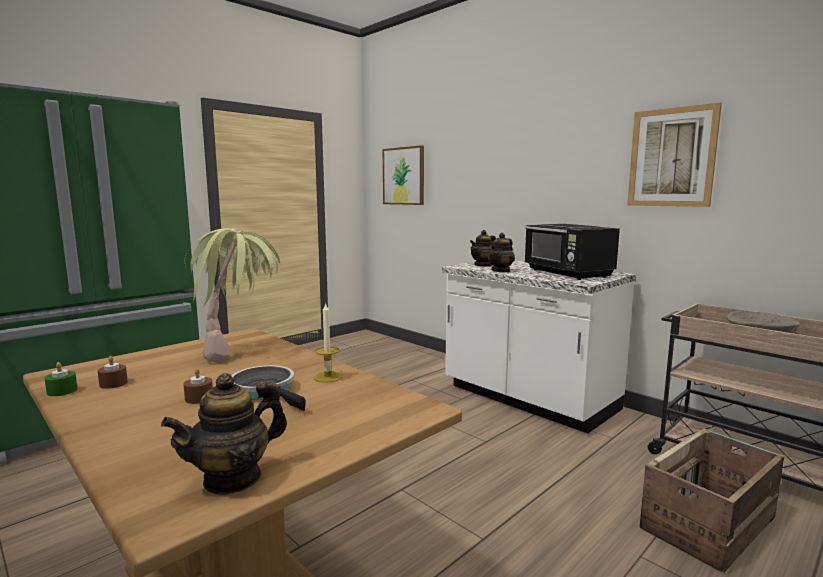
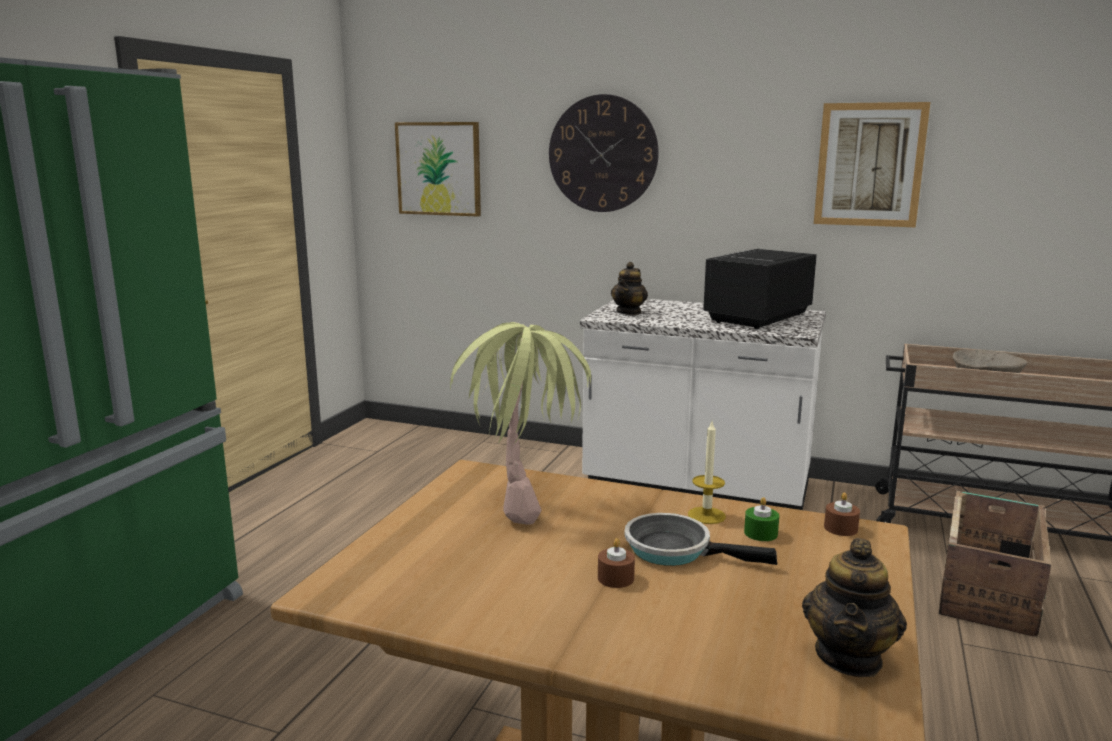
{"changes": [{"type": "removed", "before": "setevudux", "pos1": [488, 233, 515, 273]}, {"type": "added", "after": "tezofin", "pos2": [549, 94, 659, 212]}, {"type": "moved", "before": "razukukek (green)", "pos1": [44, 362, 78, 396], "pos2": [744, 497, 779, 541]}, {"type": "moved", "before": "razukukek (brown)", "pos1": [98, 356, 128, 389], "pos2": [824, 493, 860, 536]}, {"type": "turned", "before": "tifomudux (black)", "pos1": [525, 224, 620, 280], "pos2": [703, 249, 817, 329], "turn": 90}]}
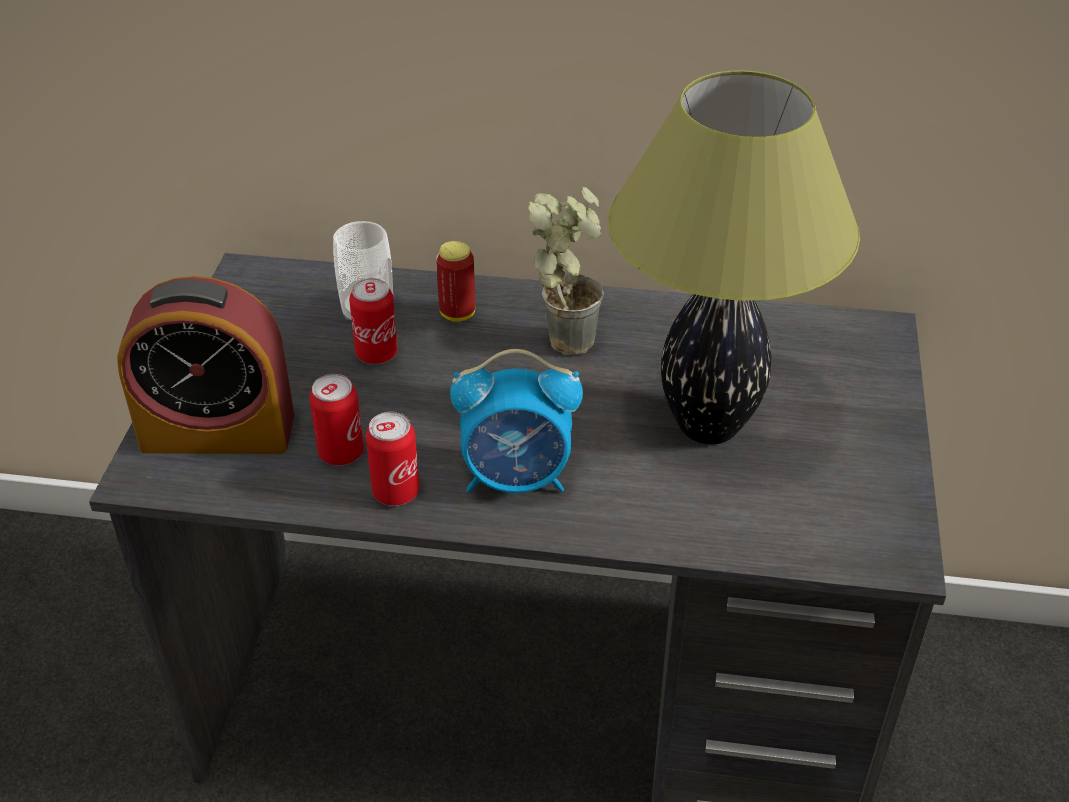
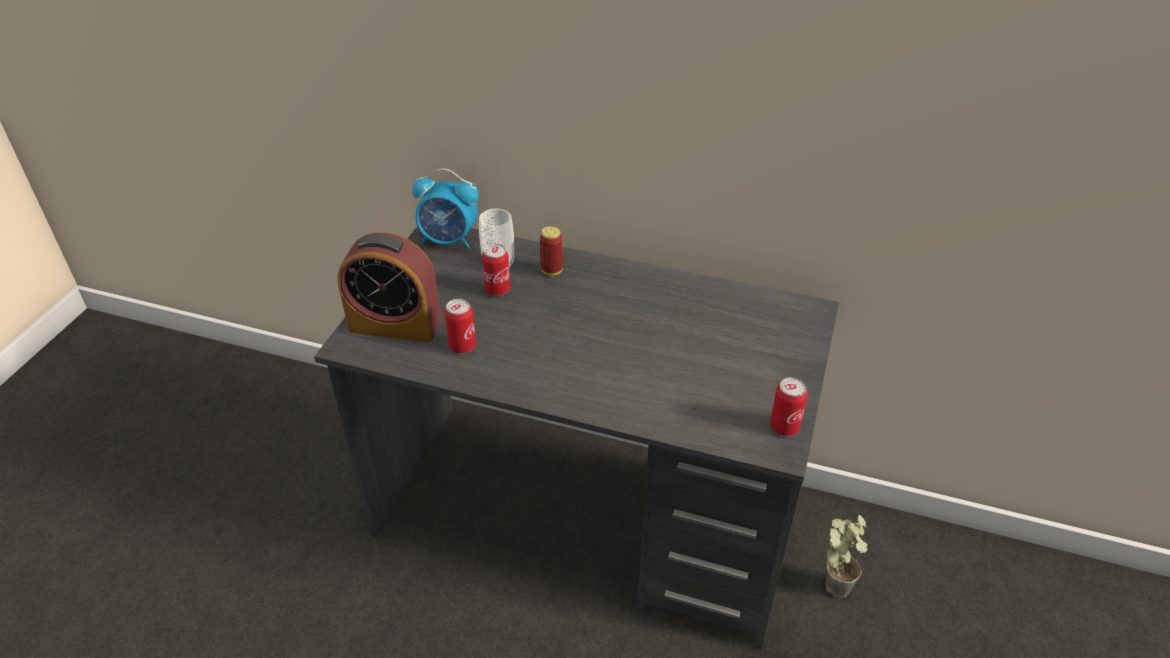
{"changes": [{"type": "removed", "before": "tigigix", "pos1": [608, 70, 860, 444]}, {"type": "moved", "before": "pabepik", "pos1": [366, 412, 420, 506], "pos2": [770, 377, 808, 436]}, {"type": "moved", "before": "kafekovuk", "pos1": [450, 349, 583, 493], "pos2": [412, 168, 479, 249]}, {"type": "moved", "before": "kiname", "pos1": [528, 187, 603, 355], "pos2": [826, 515, 868, 598]}]}
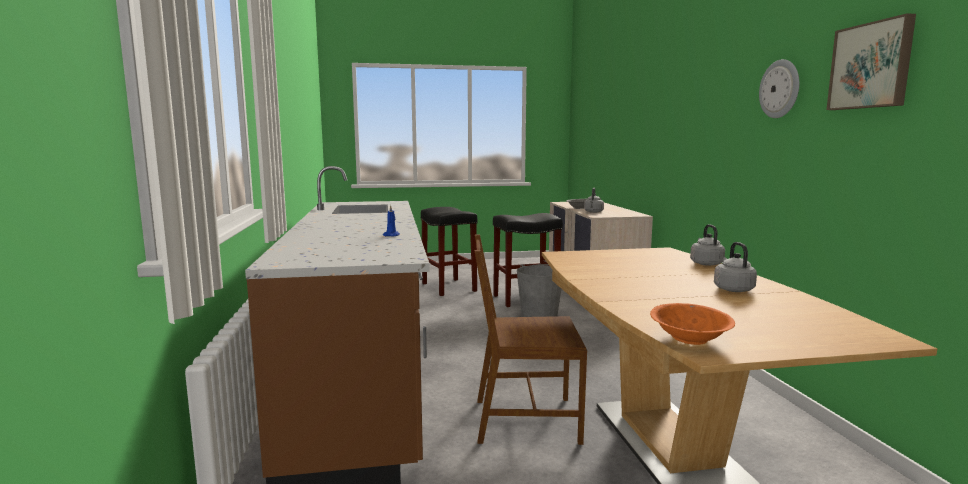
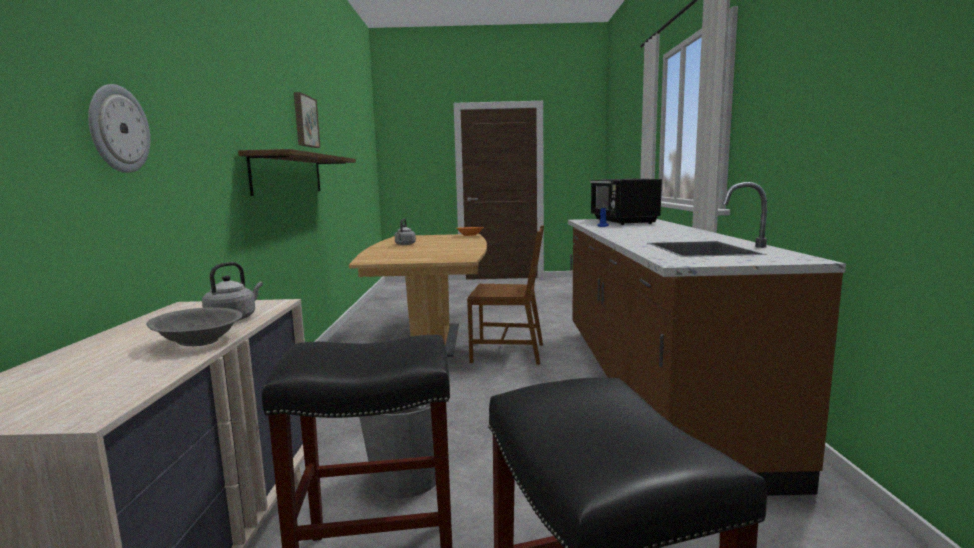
{"changes": [{"type": "removed", "before": "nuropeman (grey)", "pos1": [690, 224, 725, 266]}, {"type": "added", "after": "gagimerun", "pos2": [238, 149, 356, 196]}, {"type": "added", "after": "tifomudux (black)", "pos2": [590, 178, 662, 225]}, {"type": "moved", "before": "tezofin", "pos1": [759, 59, 799, 118], "pos2": [88, 84, 150, 173]}]}
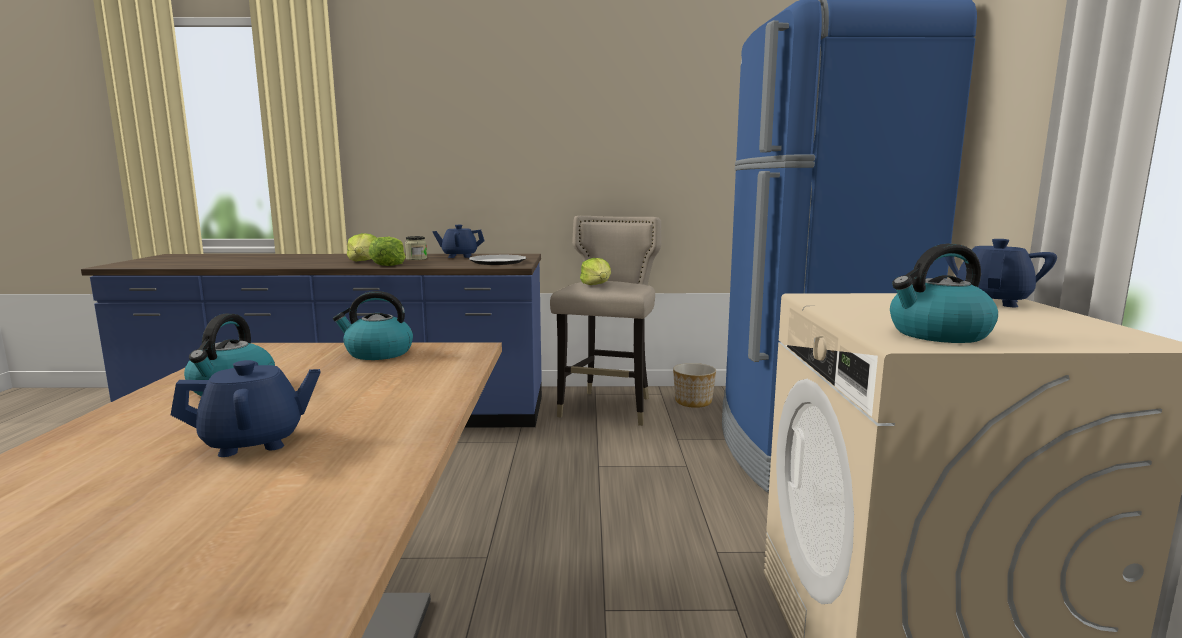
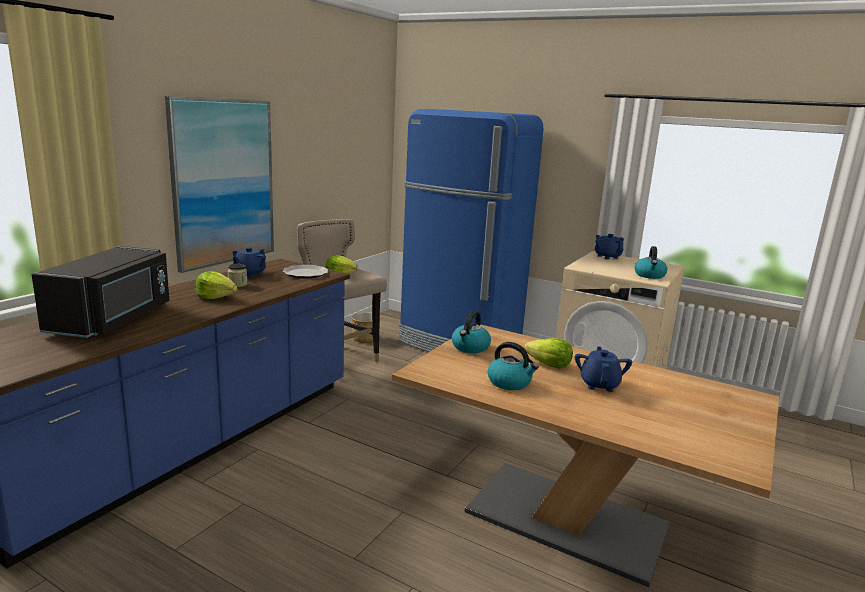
{"changes": [{"type": "added", "after": "tifomudux (black)", "pos2": [32, 246, 170, 338]}, {"type": "added", "after": "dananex", "pos2": [165, 96, 274, 273]}, {"type": "moved", "before": "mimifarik", "pos1": [369, 236, 406, 266], "pos2": [524, 338, 573, 369]}]}
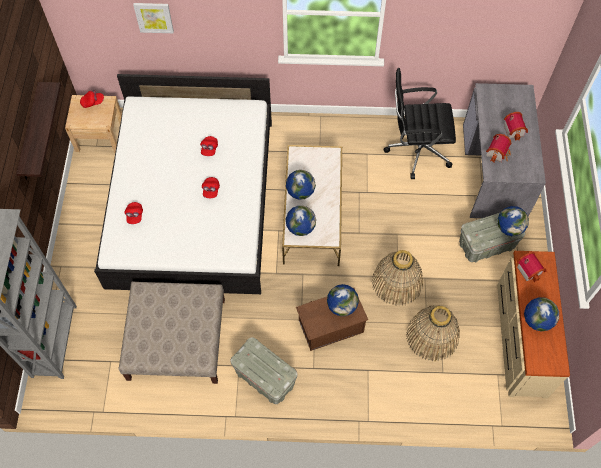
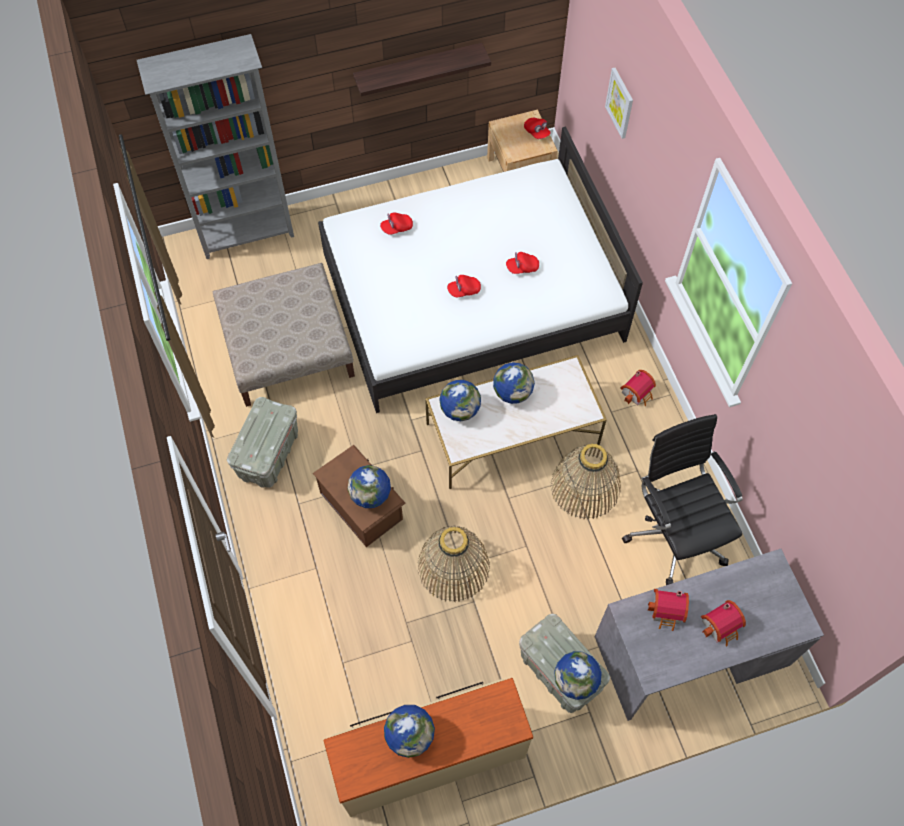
{"changes": [{"type": "moved", "before": "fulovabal", "pos1": [406, 305, 460, 361], "pos2": [551, 444, 621, 519]}, {"type": "moved", "before": "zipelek", "pos1": [517, 252, 546, 282], "pos2": [621, 370, 656, 406]}]}
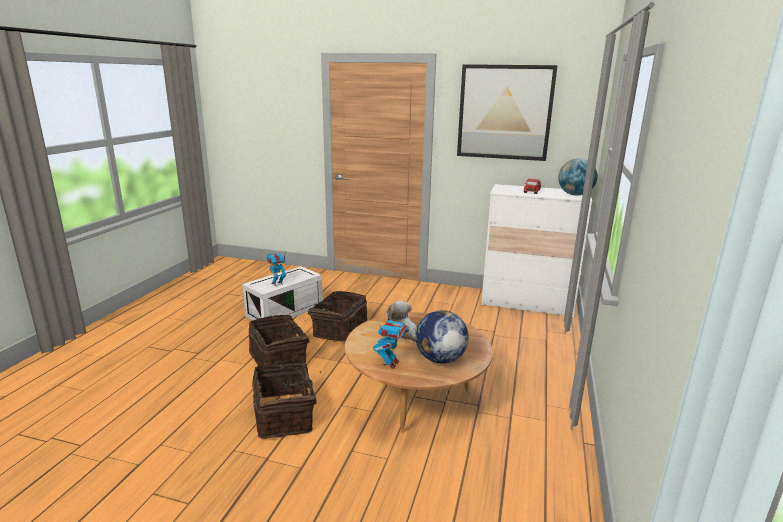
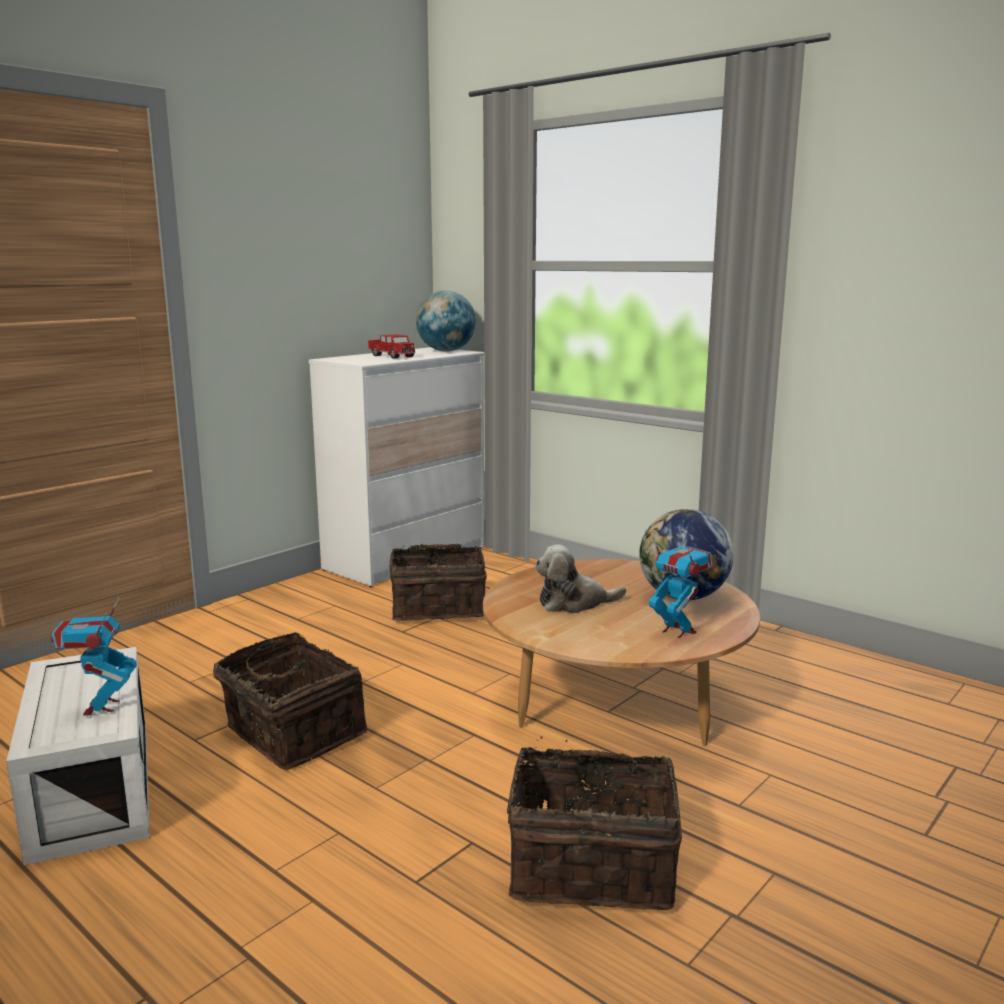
{"changes": [{"type": "removed", "before": "dananex", "pos1": [457, 64, 558, 161]}, {"type": "moved", "before": "fulovabal", "pos1": [249, 314, 310, 366], "pos2": [389, 544, 487, 621]}]}
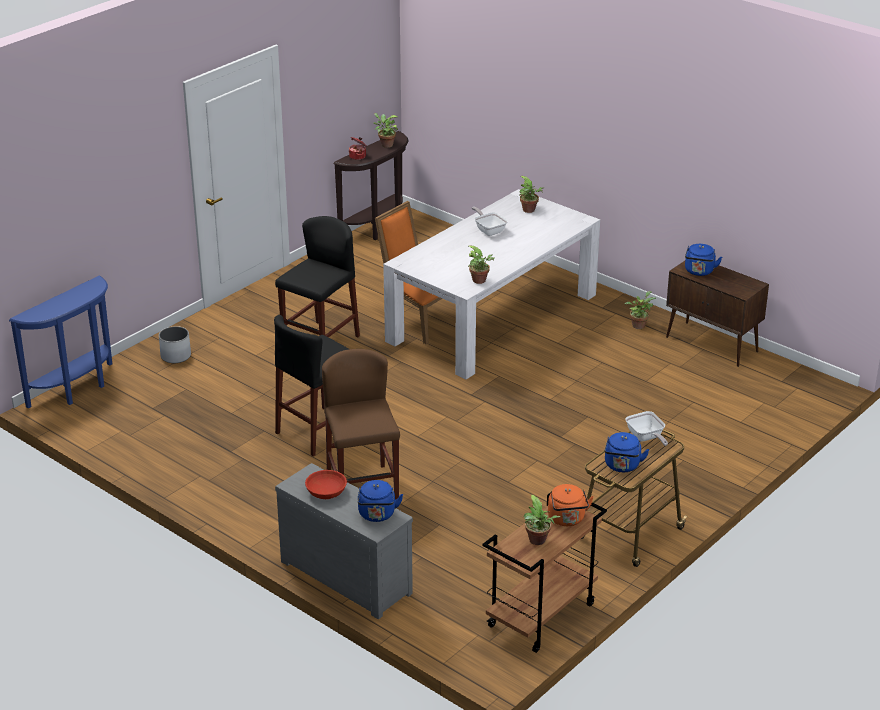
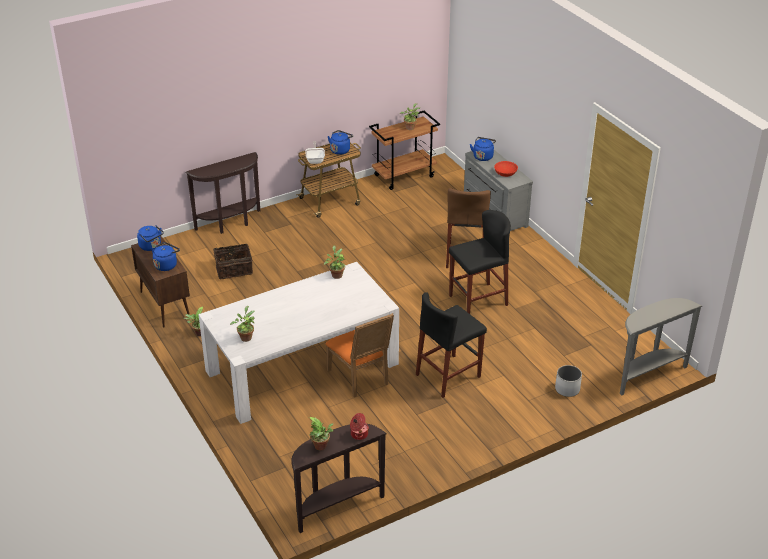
{"changes": [{"type": "removed", "before": "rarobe", "pos1": [472, 207, 508, 236]}, {"type": "removed", "before": "nuropeman (orange)", "pos1": [548, 484, 594, 526]}, {"type": "added", "after": "nuropeman (blue)", "pos2": [137, 226, 164, 251]}, {"type": "added", "after": "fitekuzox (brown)", "pos2": [186, 152, 260, 234]}, {"type": "added", "after": "fulovabal", "pos2": [213, 244, 253, 279]}, {"type": "recoloured", "before": "fitekuzox (blue)", "after": "fitekuzox (grey)", "pos1": [9, 276, 112, 409], "pos2": [620, 298, 702, 395]}]}
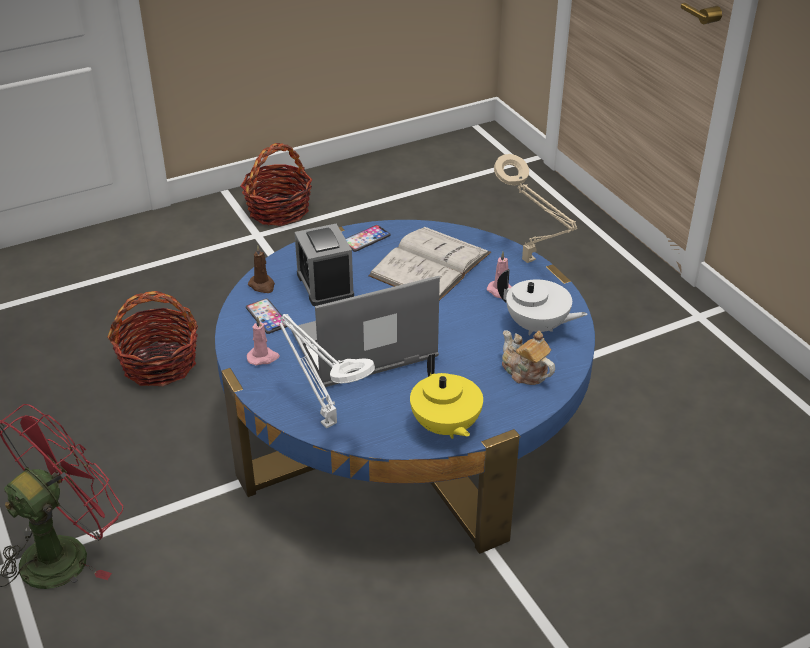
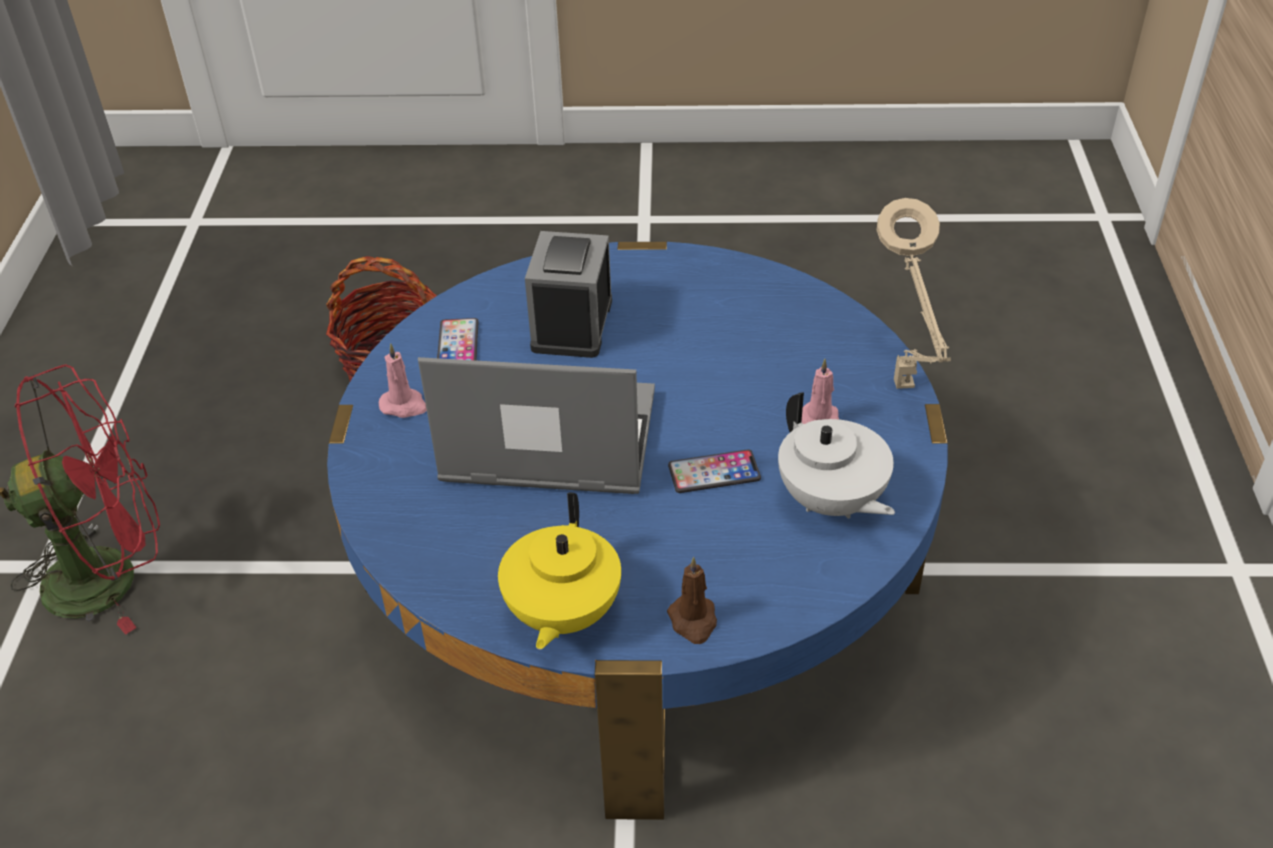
{"changes": [{"type": "removed", "before": "fulovabal", "pos1": [240, 143, 312, 226]}, {"type": "removed", "before": "tigigix (white)", "pos1": [279, 314, 375, 428]}, {"type": "removed", "before": "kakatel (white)", "pos1": [368, 227, 491, 301]}, {"type": "removed", "before": "setevudux", "pos1": [502, 331, 555, 385]}, {"type": "moved", "before": "razukukek (brown)", "pos1": [248, 245, 275, 293], "pos2": [667, 557, 717, 644]}, {"type": "moved", "before": "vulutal", "pos1": [346, 225, 391, 252], "pos2": [668, 449, 761, 493]}]}
